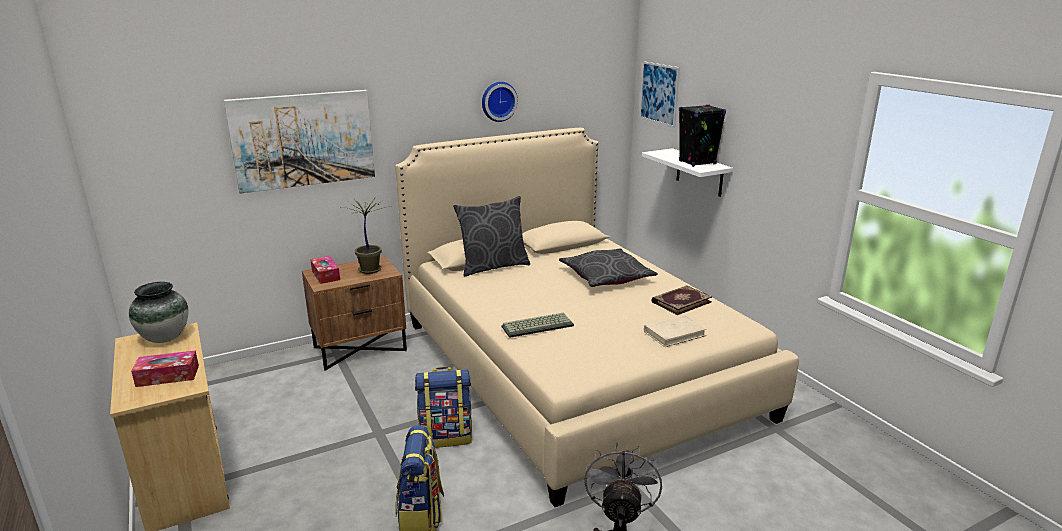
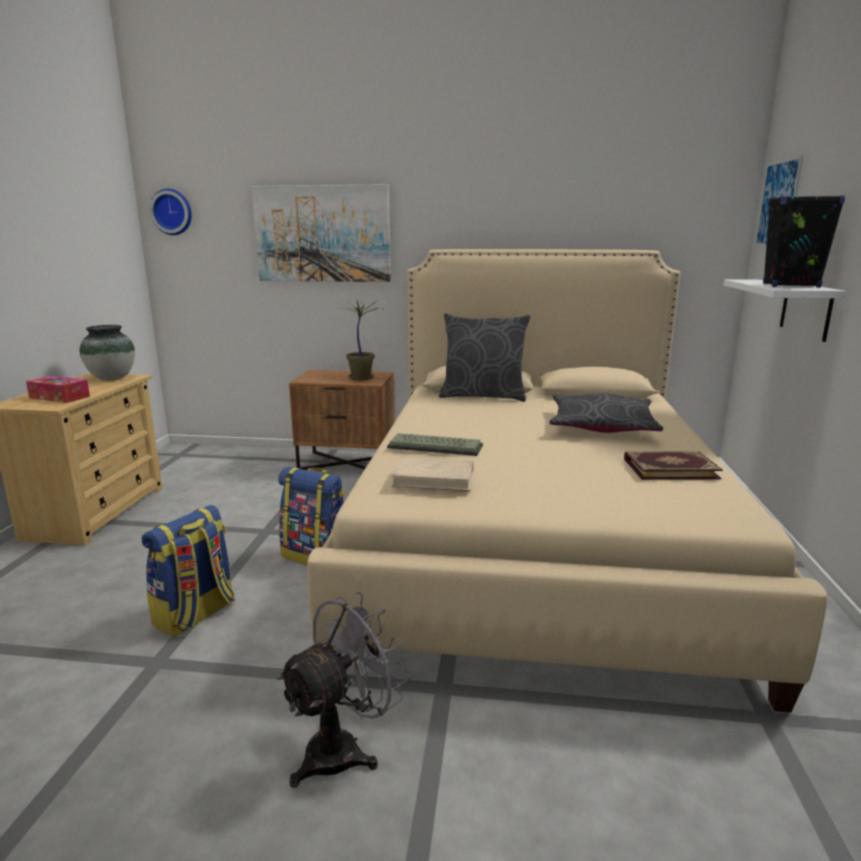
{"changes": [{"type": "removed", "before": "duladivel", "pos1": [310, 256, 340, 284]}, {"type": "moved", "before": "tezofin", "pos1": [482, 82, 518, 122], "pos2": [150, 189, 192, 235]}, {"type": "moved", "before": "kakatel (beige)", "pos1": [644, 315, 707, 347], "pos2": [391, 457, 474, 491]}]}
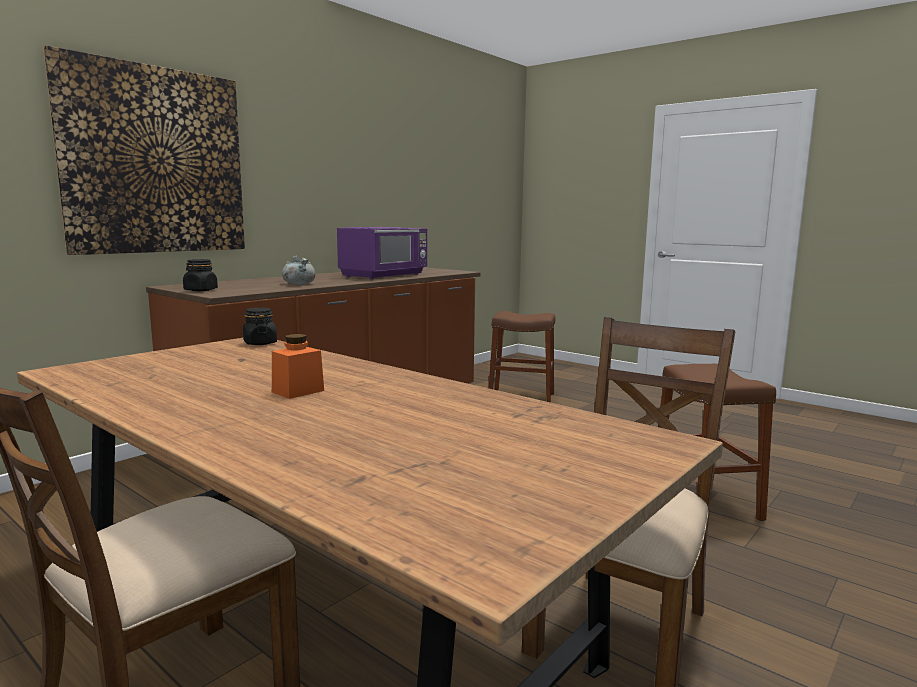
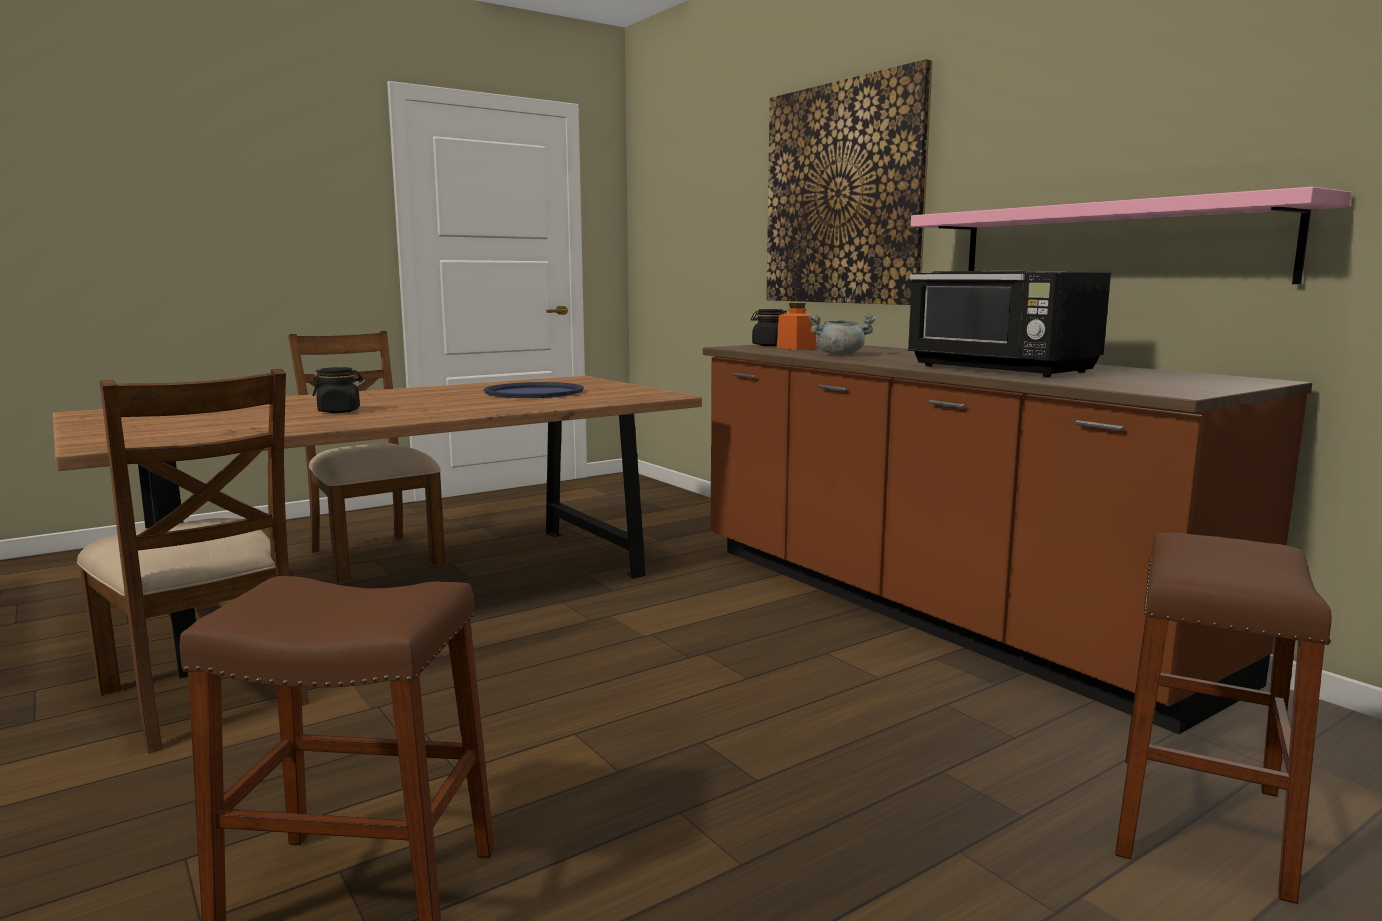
{"changes": [{"type": "added", "after": "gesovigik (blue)", "pos2": [484, 382, 584, 398]}, {"type": "added", "after": "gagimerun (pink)", "pos2": [911, 187, 1351, 284]}, {"type": "moved", "before": "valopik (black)", "pos1": [243, 308, 277, 345], "pos2": [312, 367, 363, 413]}, {"type": "moved", "before": "valopik (orange)", "pos1": [272, 334, 324, 399], "pos2": [777, 303, 816, 350]}, {"type": "recoloured", "before": "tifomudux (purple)", "after": "tifomudux (black)", "pos1": [337, 227, 427, 279], "pos2": [908, 271, 1111, 377]}]}
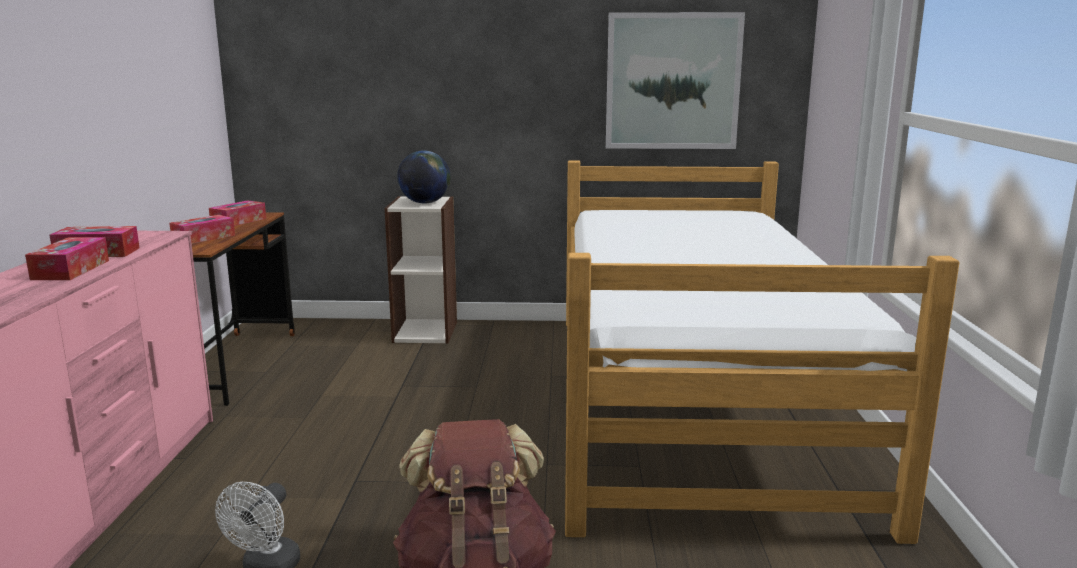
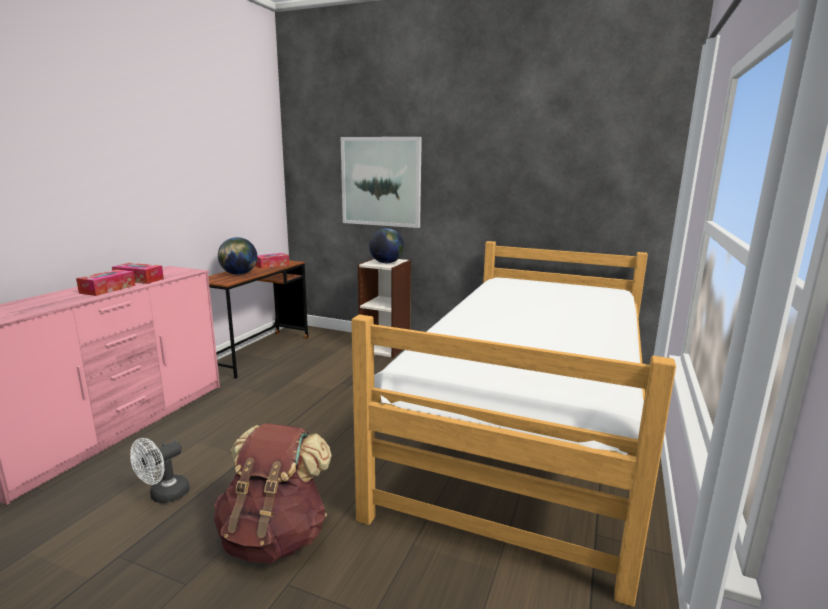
{"changes": [{"type": "moved", "before": "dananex", "pos1": [606, 12, 745, 149], "pos2": [341, 137, 422, 228]}, {"type": "replaced", "before": "duladivel", "after": "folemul", "pos1": [169, 215, 235, 244], "pos2": [218, 237, 257, 275]}]}
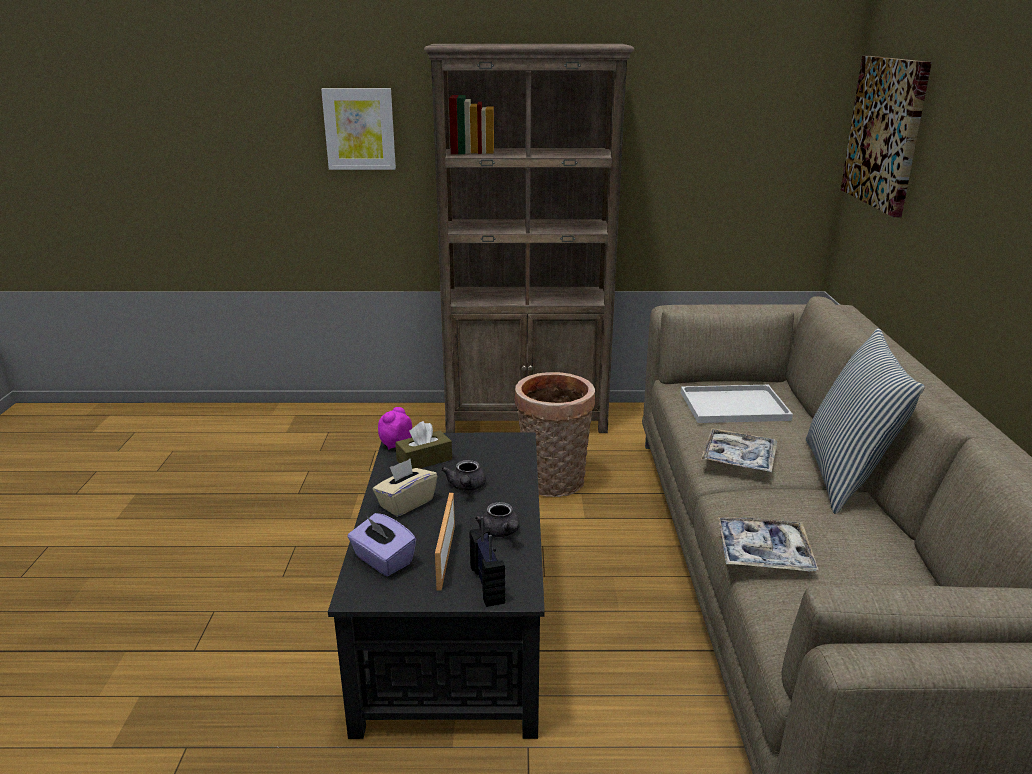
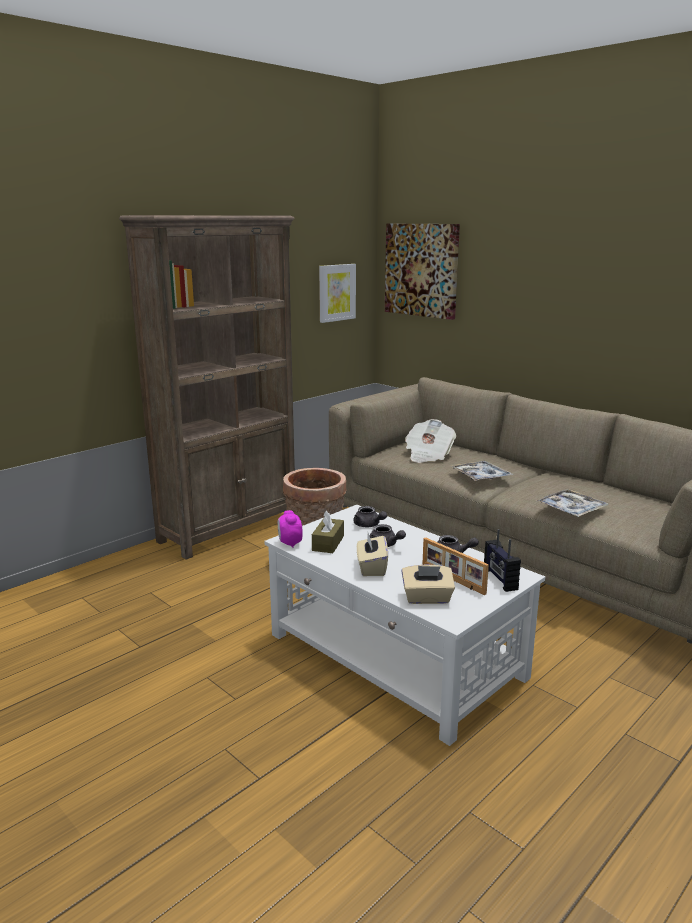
{"changes": [{"type": "removed", "before": "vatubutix", "pos1": [806, 328, 925, 514]}, {"type": "added", "after": "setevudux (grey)", "pos2": [353, 506, 387, 527]}, {"type": "moved", "before": "dananex", "pos1": [321, 88, 396, 170], "pos2": [319, 264, 356, 323]}, {"type": "replaced", "before": "gesovigik (white)", "after": "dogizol", "pos1": [681, 385, 793, 423], "pos2": [405, 419, 456, 463]}, {"type": "recoloured", "before": "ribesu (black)", "after": "ribesu (white)", "pos1": [328, 433, 545, 739], "pos2": [264, 505, 545, 746]}, {"type": "recoloured", "before": "duladivel (purple)", "after": "duladivel (beige)", "pos1": [347, 513, 416, 576], "pos2": [402, 564, 455, 604]}, {"type": "turned", "before": "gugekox", "pos1": [470, 516, 505, 607], "pos2": [484, 529, 521, 592], "turn": -135}]}
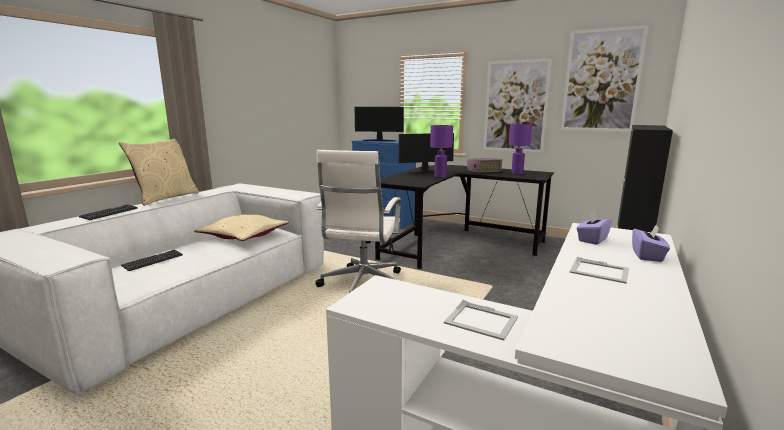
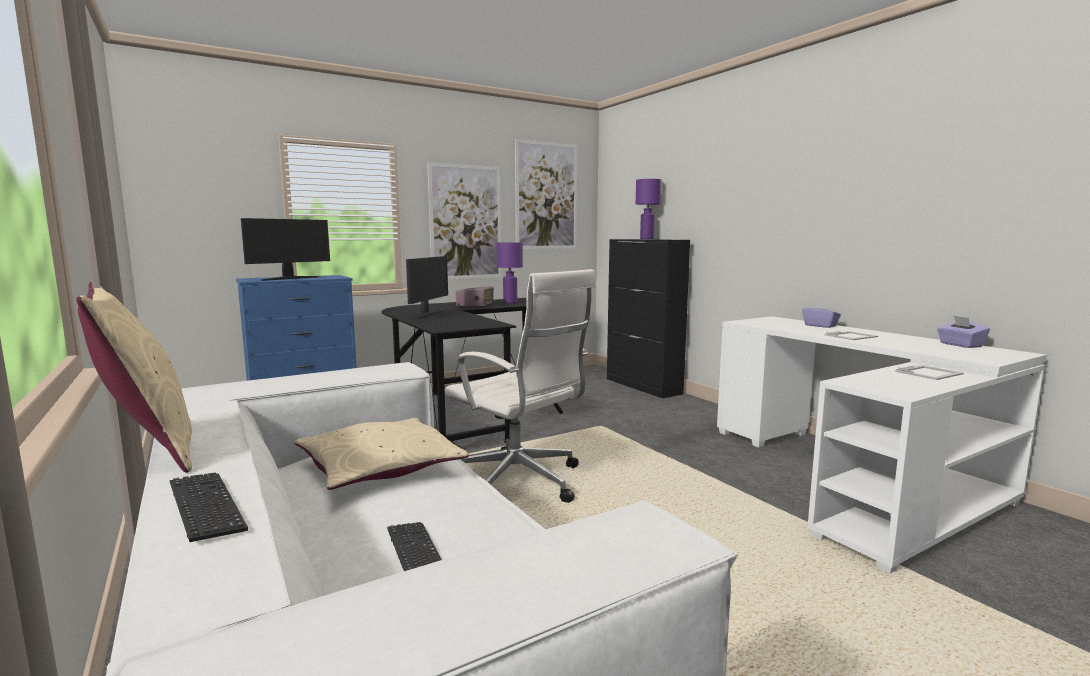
{"changes": [{"type": "moved", "before": "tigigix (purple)", "pos1": [430, 125, 453, 178], "pos2": [636, 179, 662, 239]}, {"type": "moved", "before": "duladivel (purple)", "pos1": [577, 211, 612, 245], "pos2": [937, 315, 990, 348]}]}
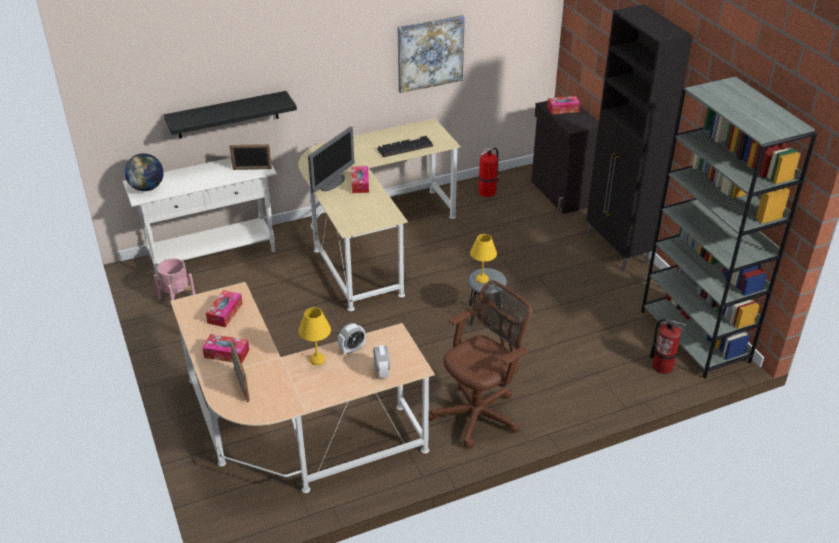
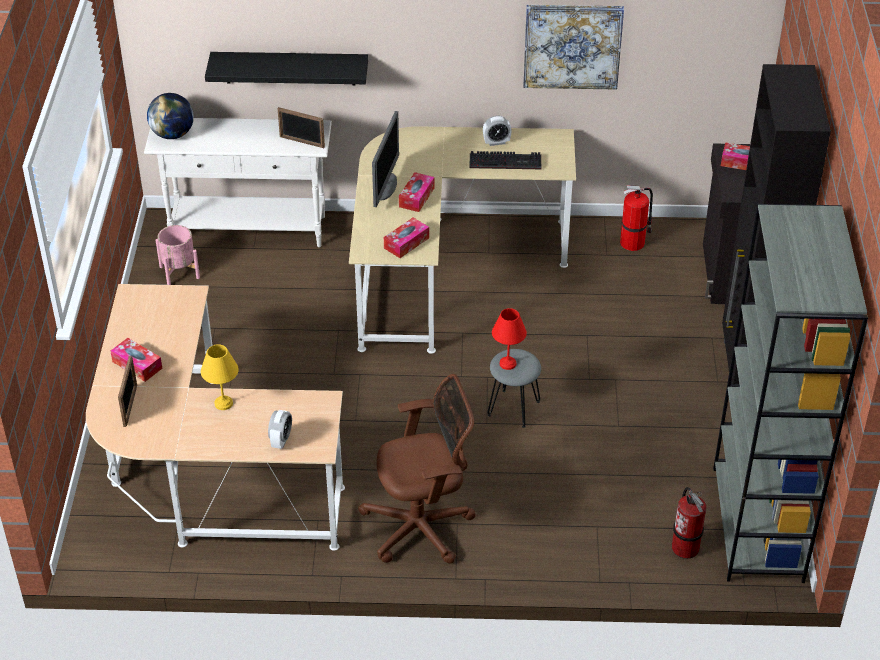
{"changes": [{"type": "moved", "before": "duladivel", "pos1": [206, 290, 242, 327], "pos2": [384, 218, 429, 258]}, {"type": "moved", "before": "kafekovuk", "pos1": [338, 323, 366, 354], "pos2": [483, 116, 512, 146]}, {"type": "recoloured", "before": "tigigix (yellow)", "after": "tigigix (red)", "pos1": [470, 234, 497, 284], "pos2": [492, 308, 527, 370]}, {"type": "turned", "before": "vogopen", "pos1": [308, 126, 355, 194], "pos2": [372, 111, 399, 207], "turn": -45}]}
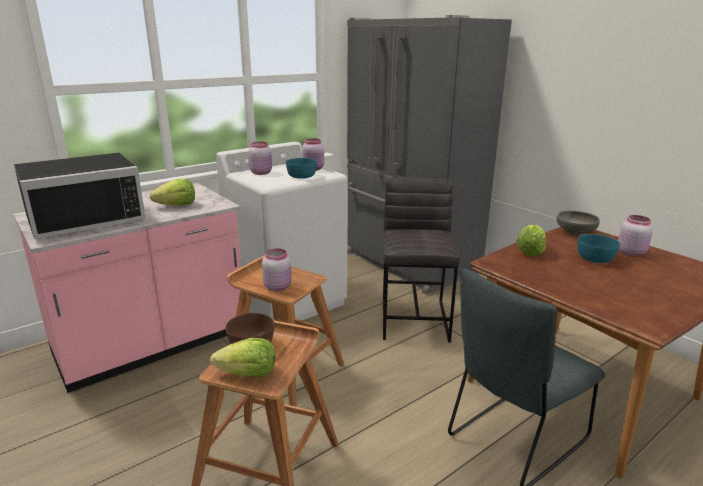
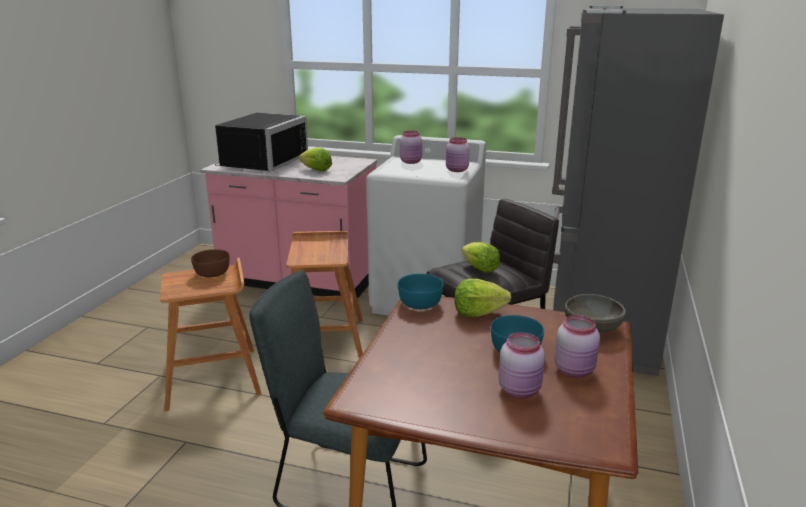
{"changes": [{"type": "moved", "before": "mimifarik", "pos1": [210, 338, 276, 377], "pos2": [461, 242, 500, 273]}, {"type": "moved", "before": "valopik (pink)", "pos1": [262, 248, 292, 291], "pos2": [499, 332, 545, 398]}, {"type": "moved", "before": "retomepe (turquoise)", "pos1": [286, 158, 317, 179], "pos2": [398, 274, 444, 309]}, {"type": "turned", "before": "tifomudux (black)", "pos1": [14, 153, 146, 239], "pos2": [215, 113, 308, 171], "turn": -90}]}
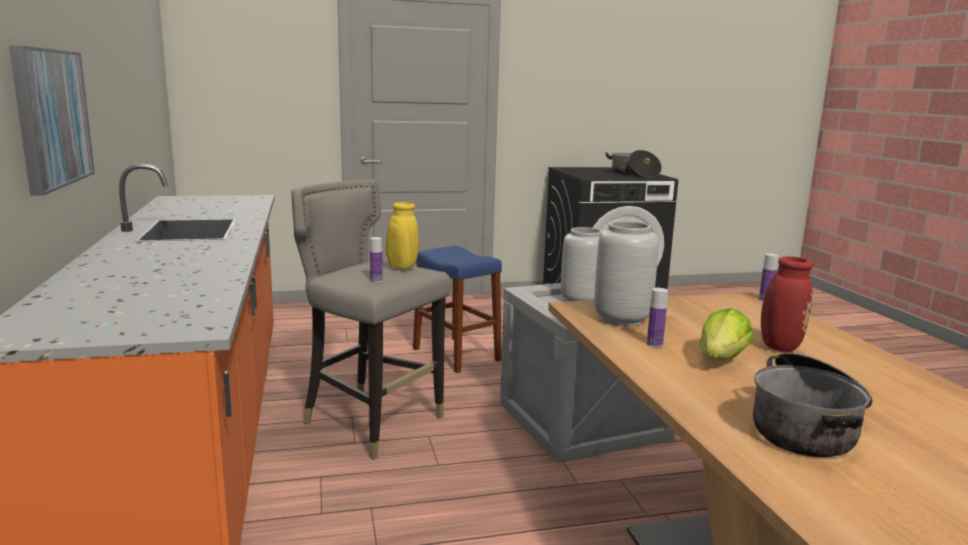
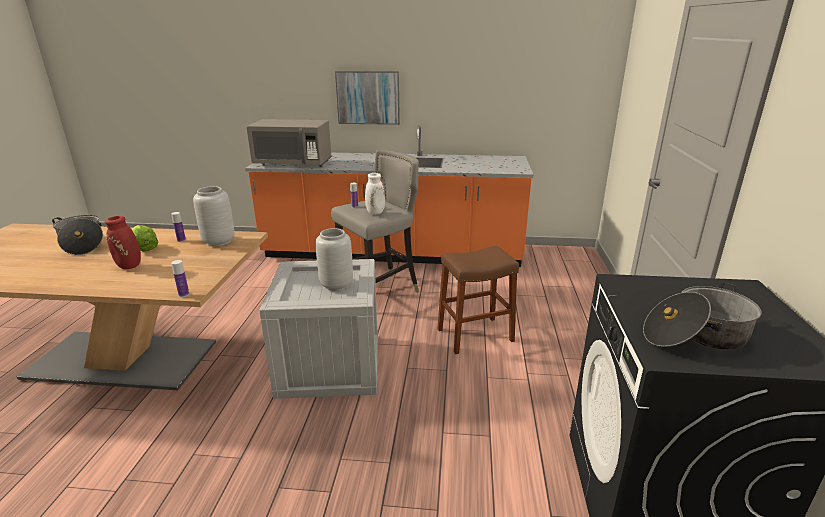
{"changes": [{"type": "added", "after": "tifomudux (grey)", "pos2": [246, 119, 332, 167]}, {"type": "recoloured", "before": "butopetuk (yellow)", "after": "butopetuk (white)", "pos1": [352, 202, 419, 270], "pos2": [365, 173, 385, 214]}, {"type": "recoloured", "before": "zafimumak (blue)", "after": "zafimumak (brown)", "pos1": [413, 246, 502, 373], "pos2": [437, 246, 519, 354]}]}
